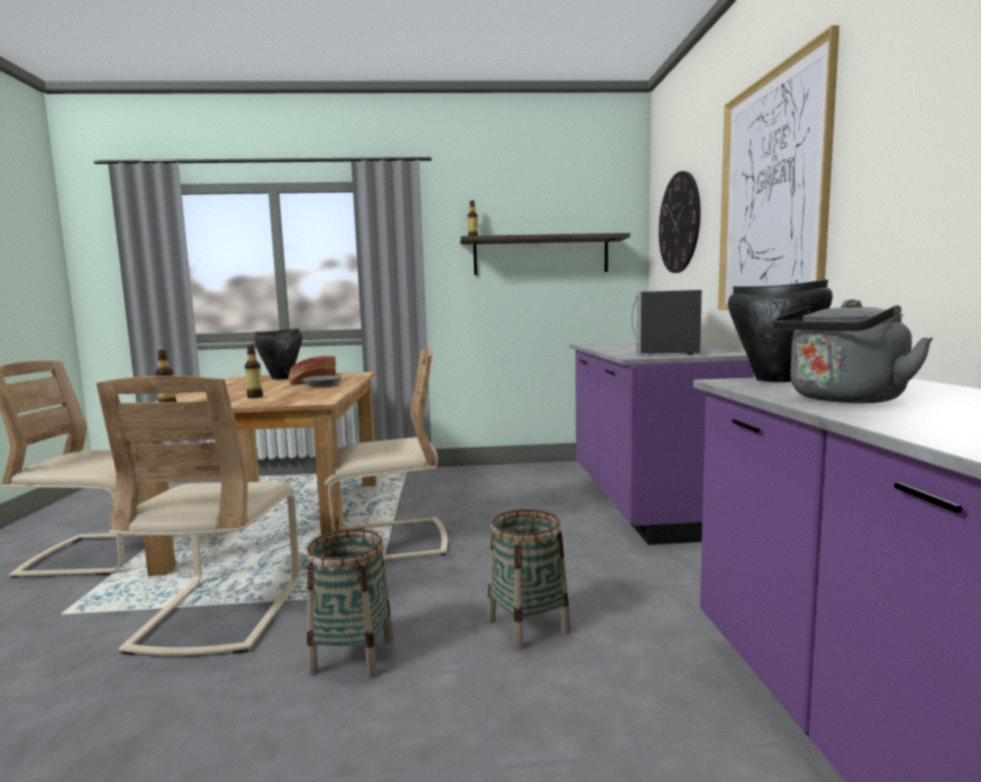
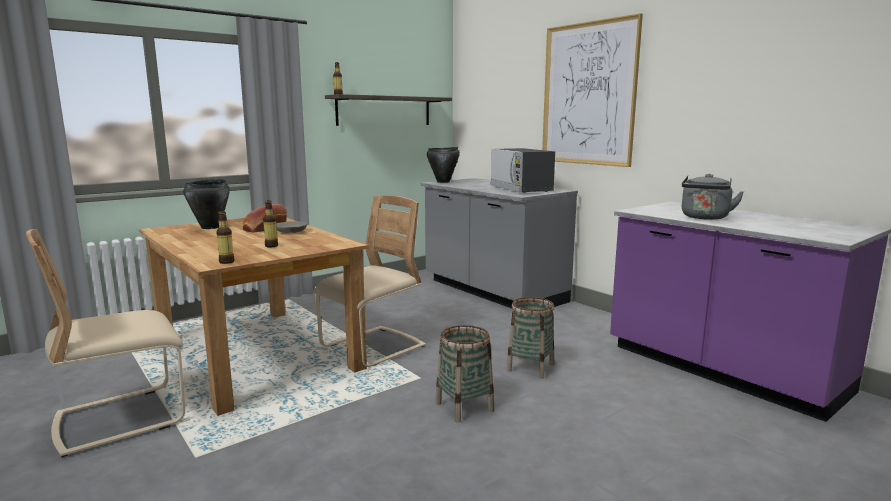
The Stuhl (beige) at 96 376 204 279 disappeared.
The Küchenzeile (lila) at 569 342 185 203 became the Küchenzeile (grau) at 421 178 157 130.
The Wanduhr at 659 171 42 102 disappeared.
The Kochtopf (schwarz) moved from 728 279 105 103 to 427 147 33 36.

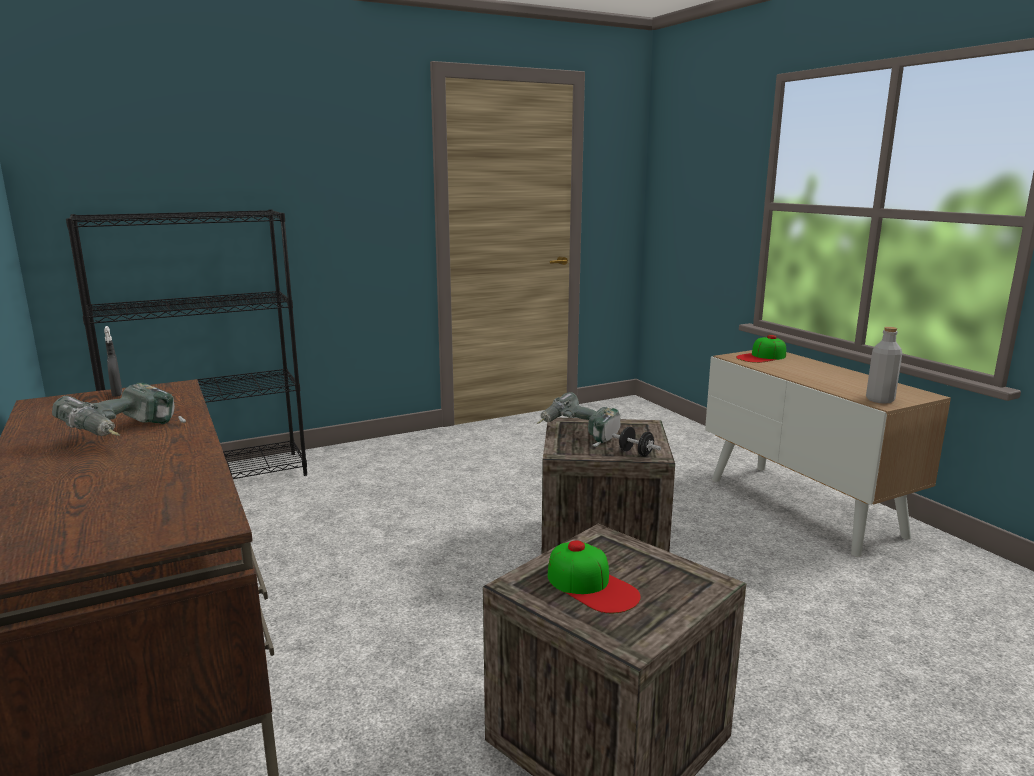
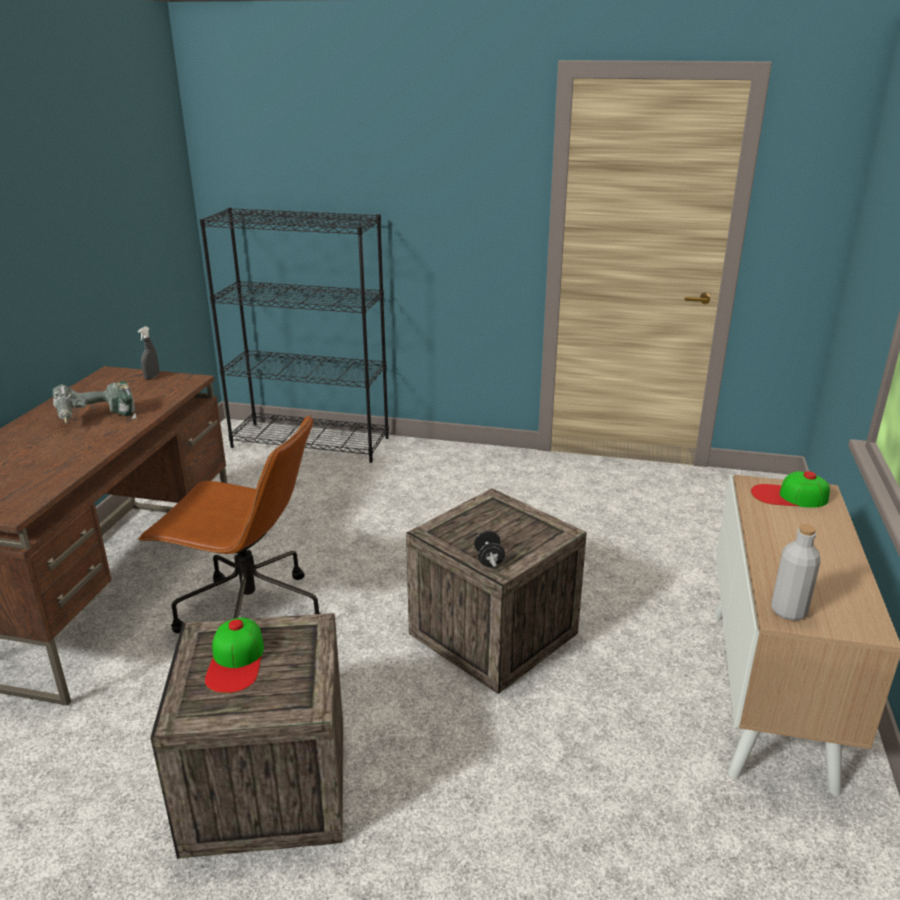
The Bohrmaschine at 537 392 84 55 disappeared.
The Bürostuhl (braun) at 138 414 182 219 appeared.

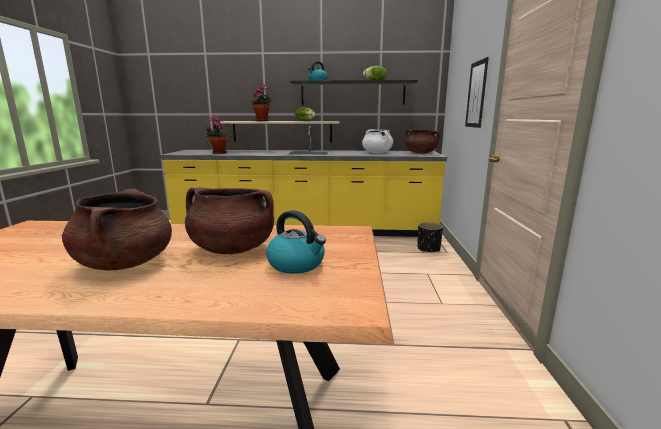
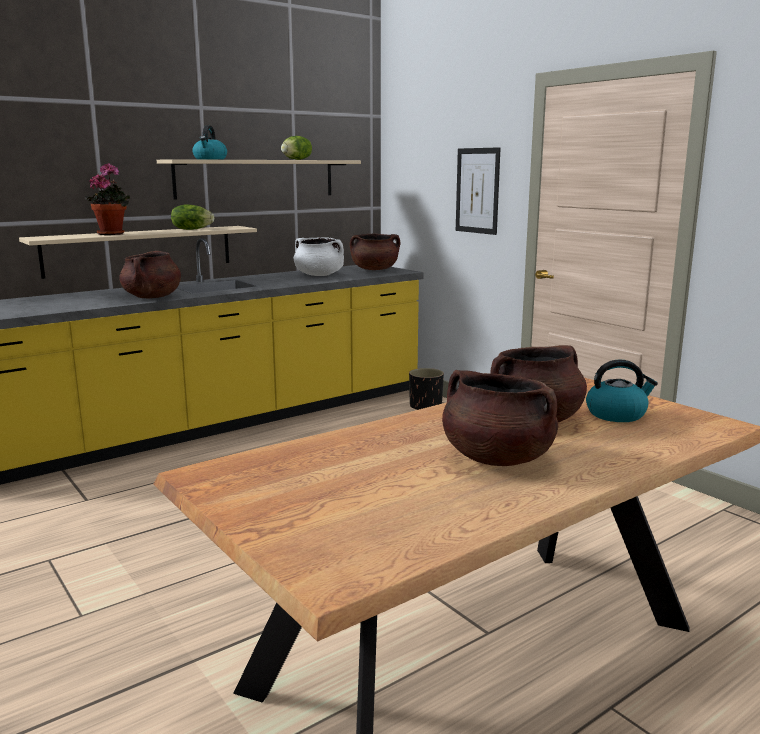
The Topfpflanze at 207 115 21 39 disappeared.
The Wandregal (schwarz) at 290 80 128 25 became the Wandregal (beige) at 157 159 204 41.
The Kochtopf (braun) at 119 251 62 47 appeared.

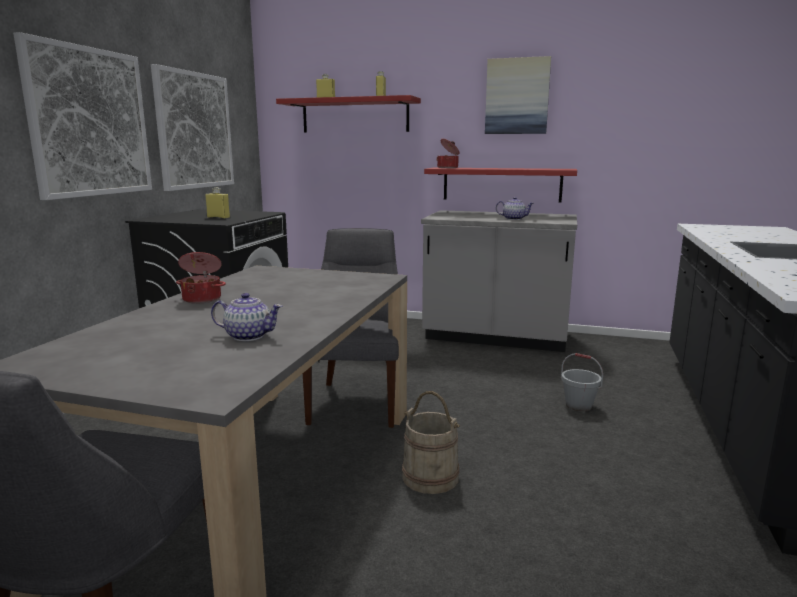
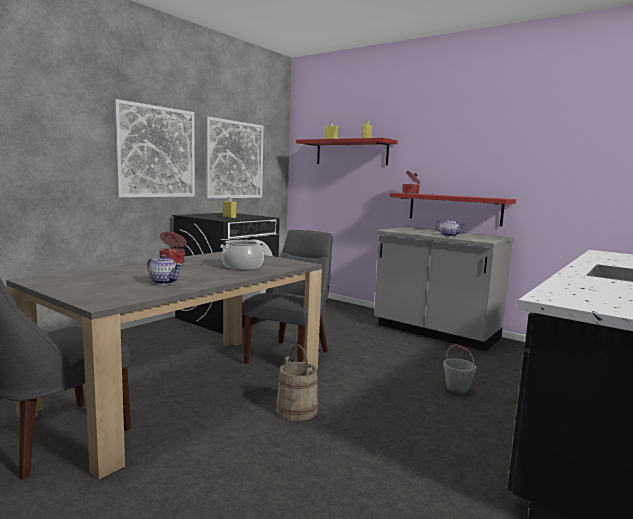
The Bild at 485 56 66 78 disappeared.
The Kochtopf at 221 240 44 30 appeared.

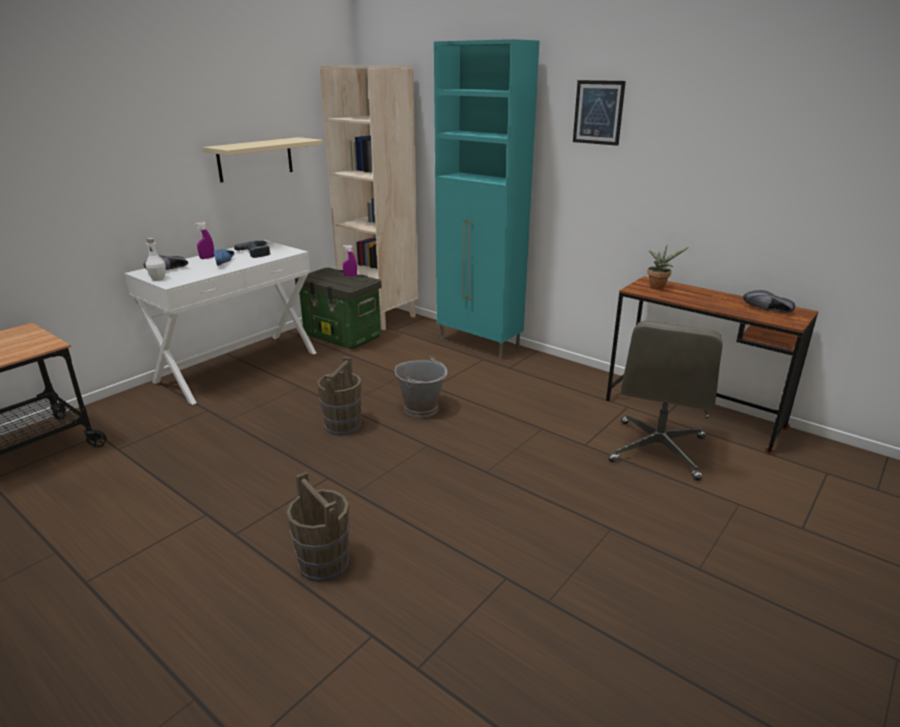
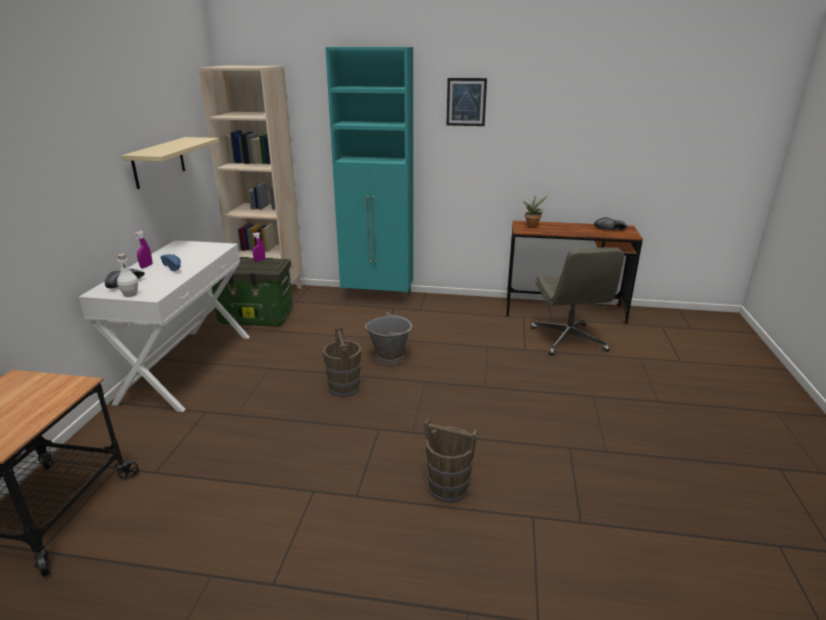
The Bohrmaschine at 234 241 37 17 disappeared.

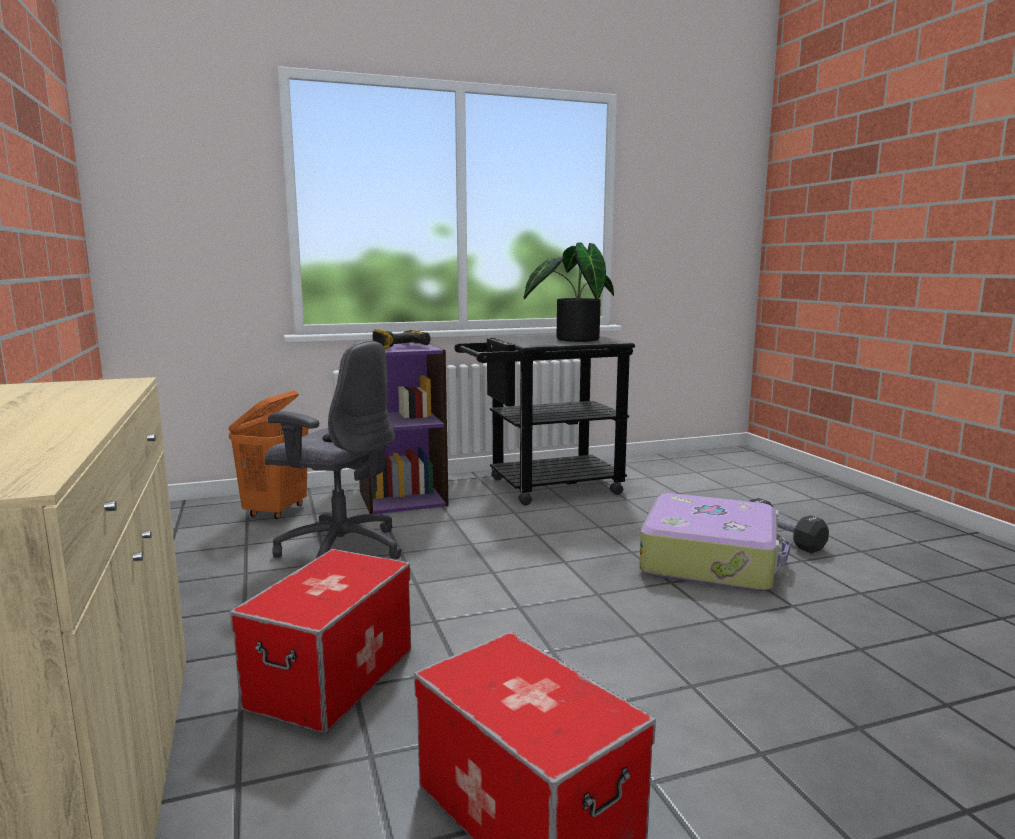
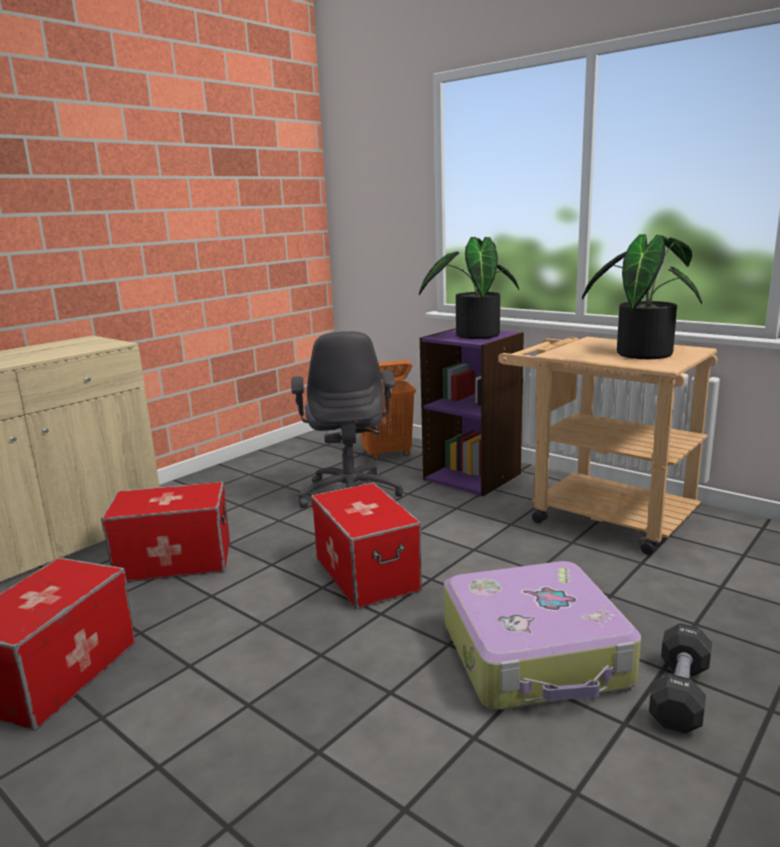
The Bohrmaschine at 373 329 58 21 was replaced by the Topfpflanze at 419 237 100 102.
The Rollwagen (schwarz) at 454 335 181 171 became the Rollwagen (beige) at 498 337 219 218.
The Aufbewahrungsbox at 311 483 111 126 appeared.

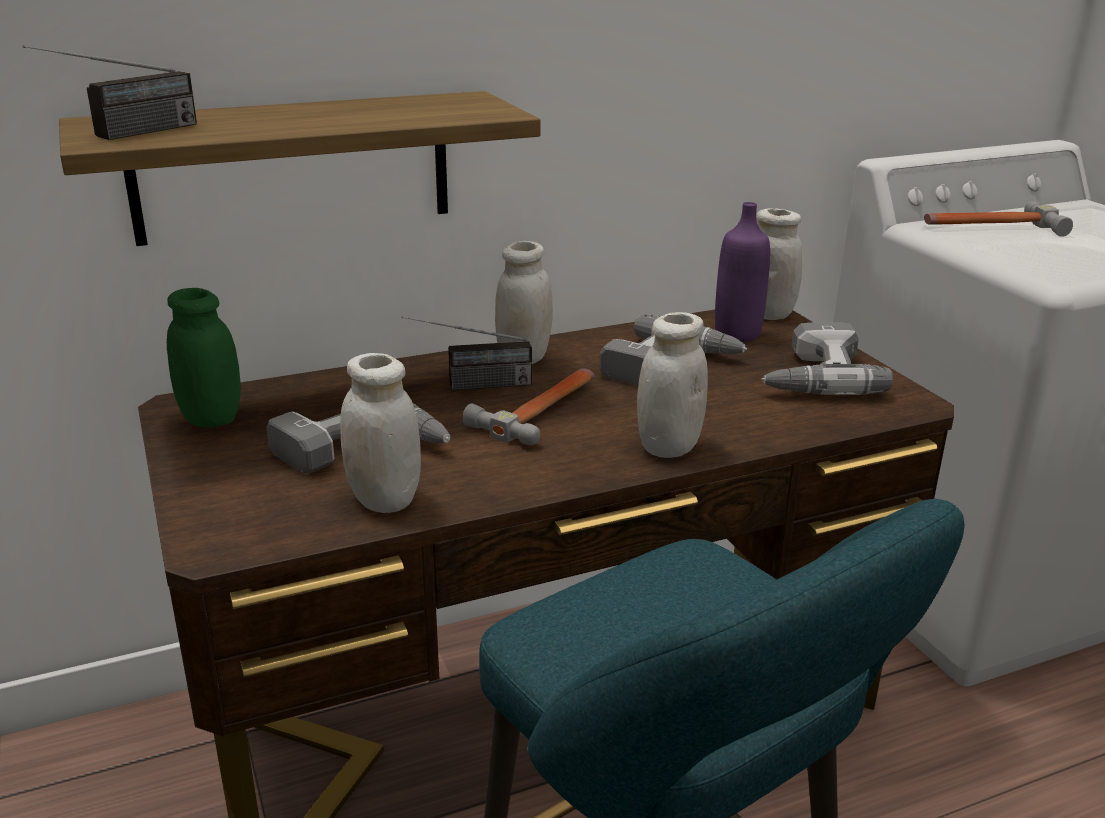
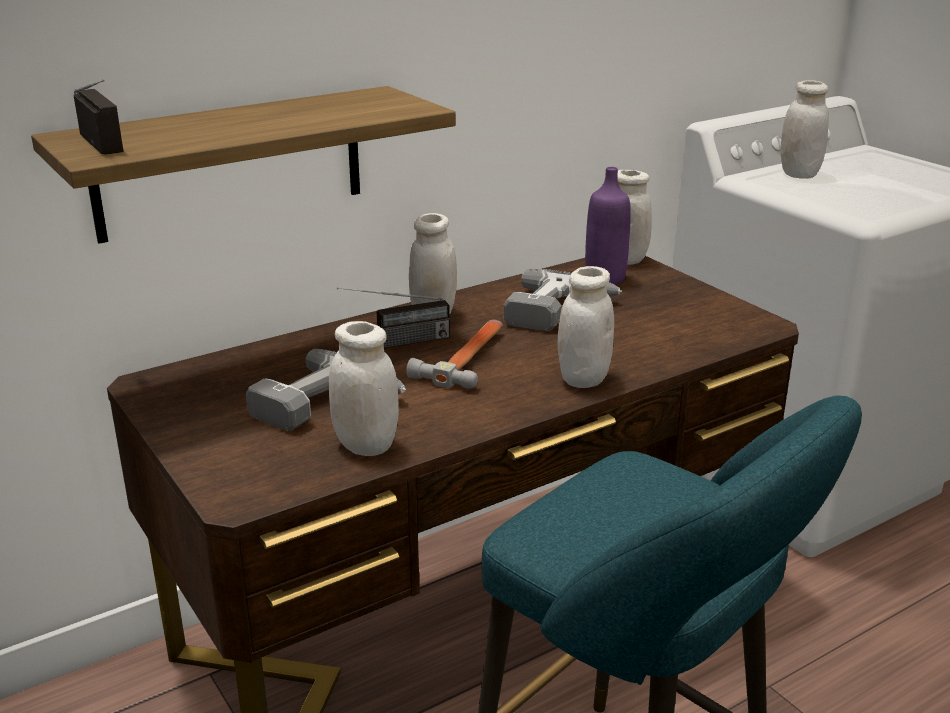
The Radio at 23 45 174 95 turned 60 degrees counterclockwise.
The Vorratsglas (grün) at 167 288 74 140 disappeared.
The Bohrmaschine at 761 323 132 72 disappeared.
The Hammer at 924 201 149 36 was replaced by the Vorratsglas (weiß) at 781 80 48 99.

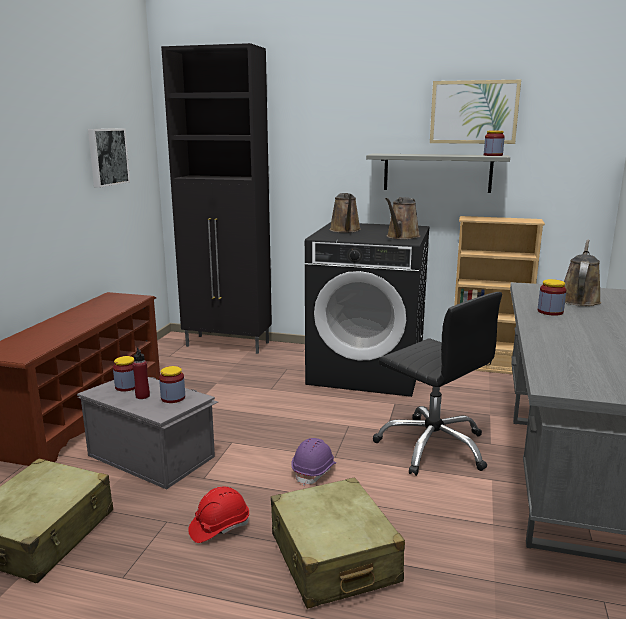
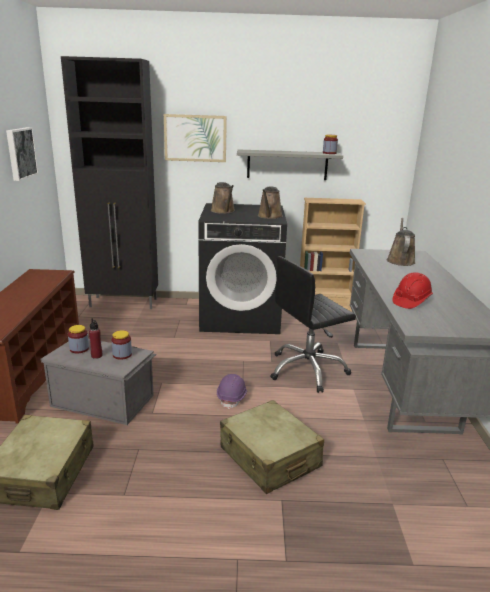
The Schutzhelm (rot) moved from 188 487 61 56 to 392 272 41 37.
The Bürostuhl (schwarz) at 373 292 129 184 turned 120 degrees clockwise.
The Bild moved from 430 80 91 64 to 164 114 63 48.
The Vorratsglas at 538 279 28 37 disappeared.

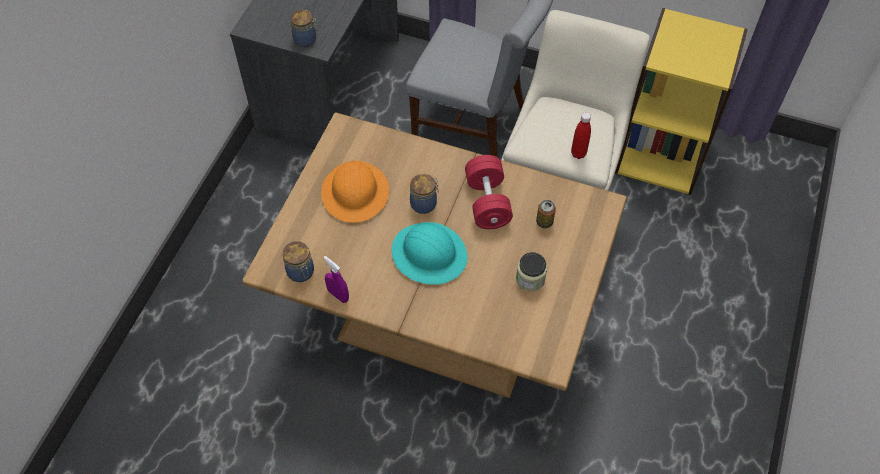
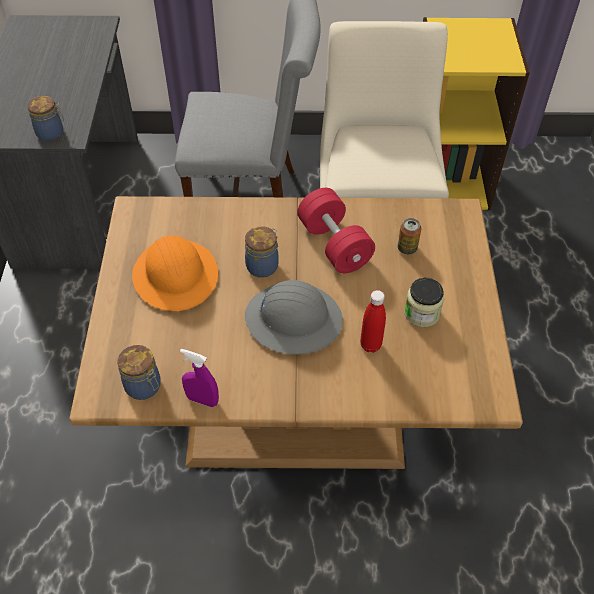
The Schutzhelm (türkis) at 392 222 75 63 became the Schutzhelm (grau) at 245 280 98 74.
The Flasche (rot) moved from 571 112 20 47 to 360 290 26 63.

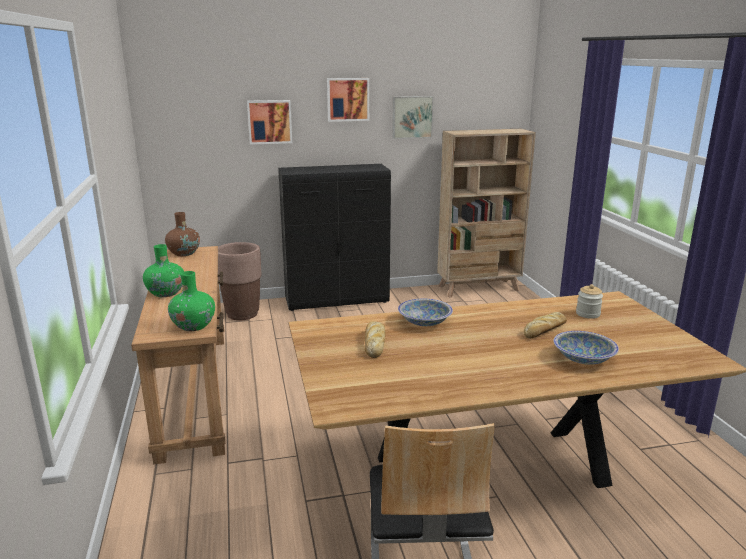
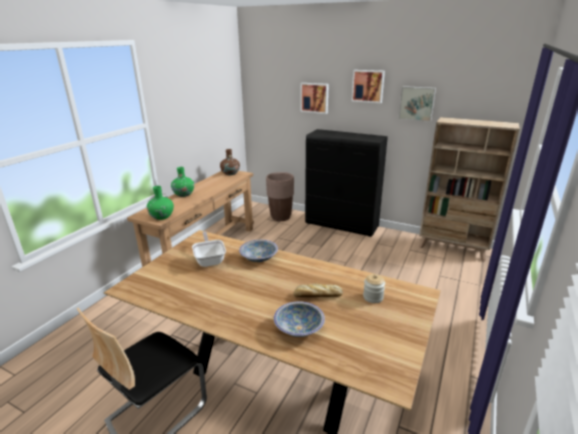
The Brot at 365 321 20 37 was replaced by the Pfanne at 192 232 34 35.

